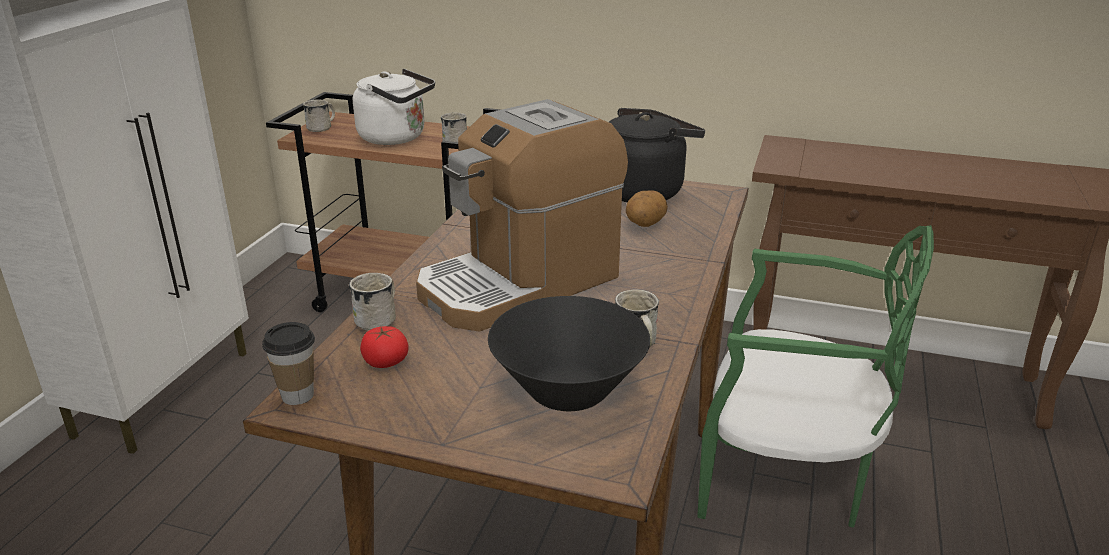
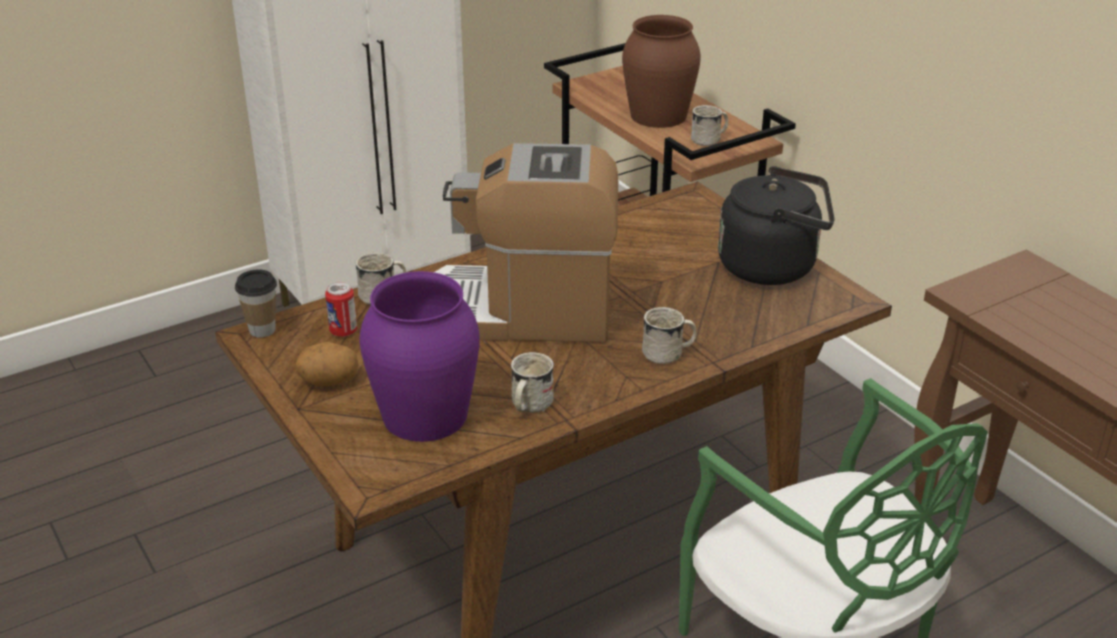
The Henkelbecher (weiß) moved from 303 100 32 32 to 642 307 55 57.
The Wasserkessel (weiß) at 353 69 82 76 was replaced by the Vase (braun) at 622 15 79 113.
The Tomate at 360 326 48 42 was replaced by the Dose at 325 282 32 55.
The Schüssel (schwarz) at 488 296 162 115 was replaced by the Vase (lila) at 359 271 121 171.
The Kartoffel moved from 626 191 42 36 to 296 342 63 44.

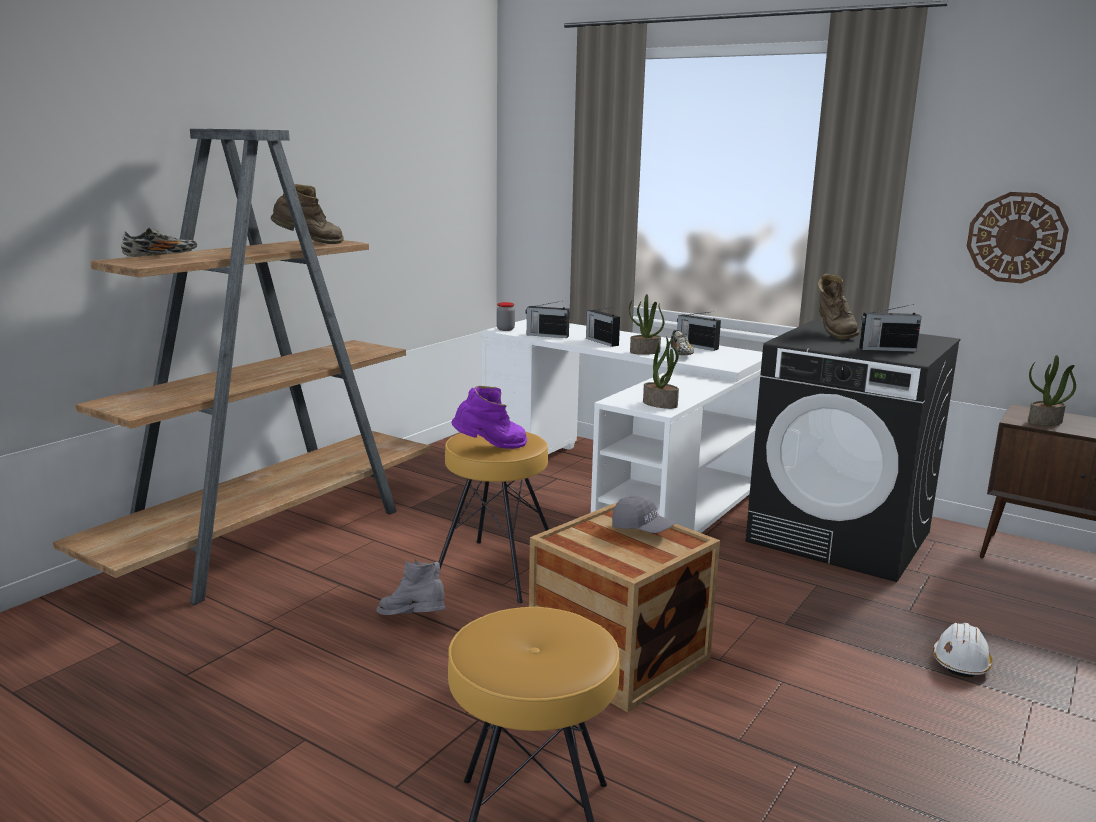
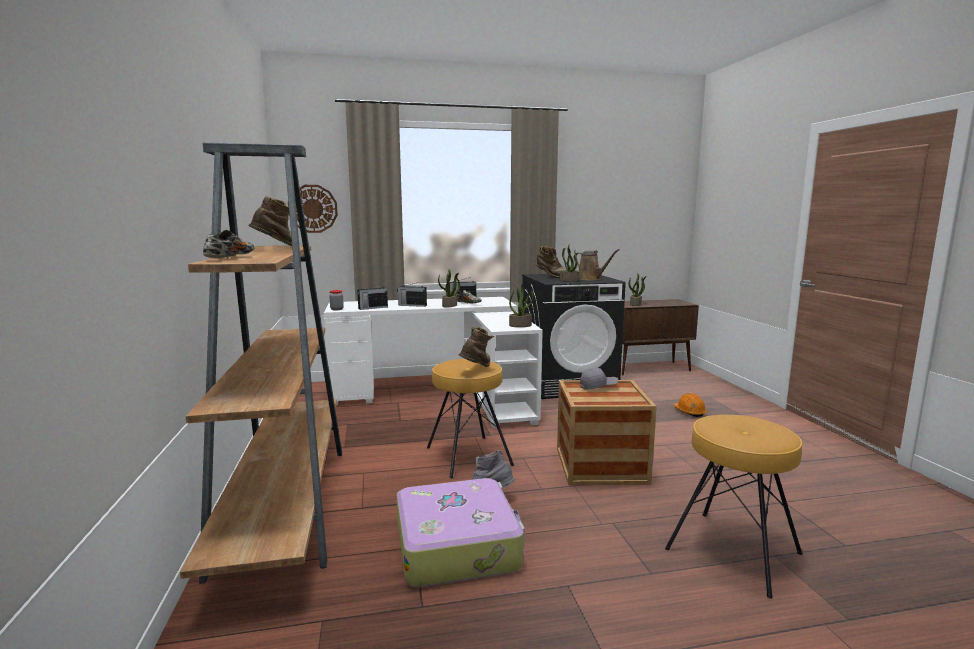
The Stiefel (lila) at 451 386 76 63 became the Stiefel (braun) at 459 327 35 40.
The Radio at 859 304 63 48 was replaced by the Gießkanne (braun) at 574 249 46 31.
The Schutzhelm (weiß) at 933 623 59 54 became the Schutzhelm (orange) at 674 393 33 24.
The Wanduhr moved from 967 192 102 91 to 288 185 50 48.
The Koffer at 397 478 128 109 appeared.
The Topfpflanze at 560 244 20 38 appeared.

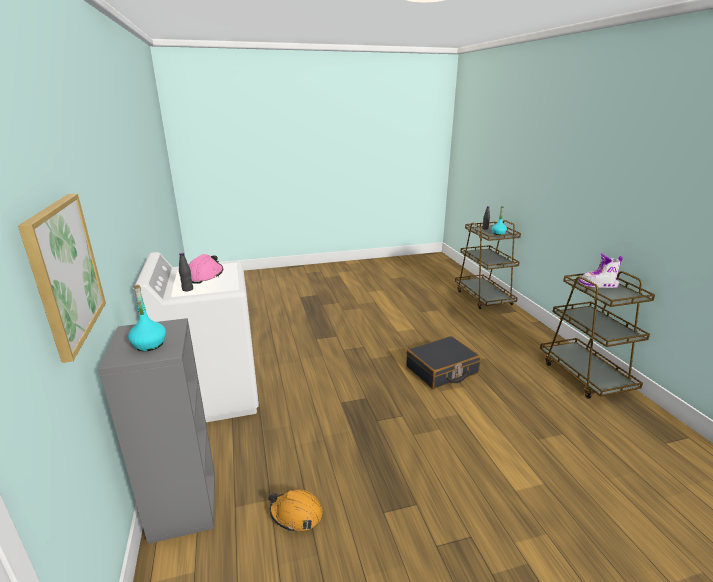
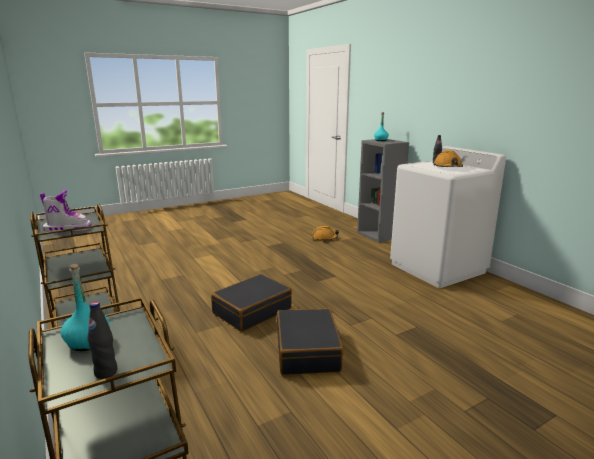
The Bild at 18 194 88 169 disappeared.
The Schutzhelm (rosa) at 189 254 34 30 became the Schutzhelm (orange) at 433 150 30 17.
The Koffer (schwarz) at 277 308 67 67 appeared.

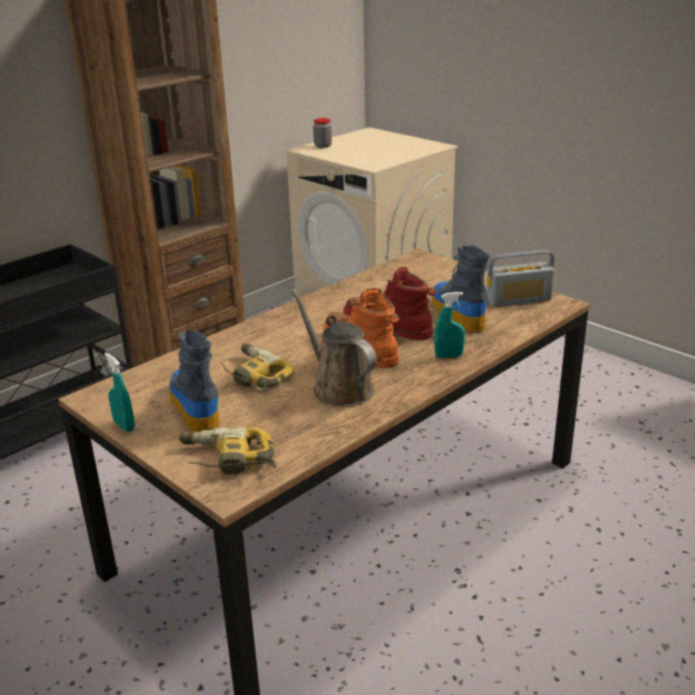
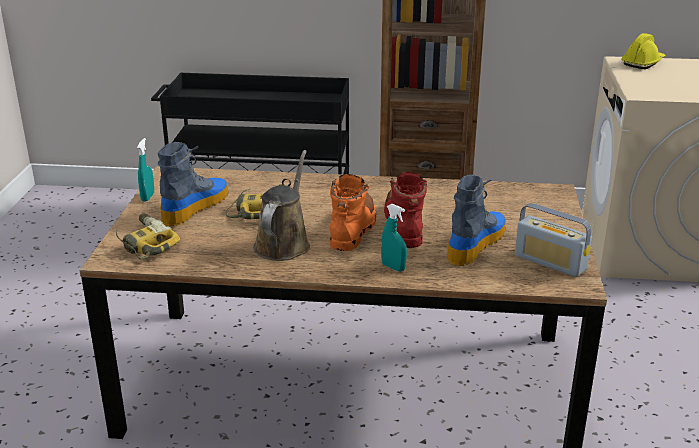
The Vorratsglas at 313 118 19 30 was replaced by the Schutzhelm (gelb) at 621 33 45 36.

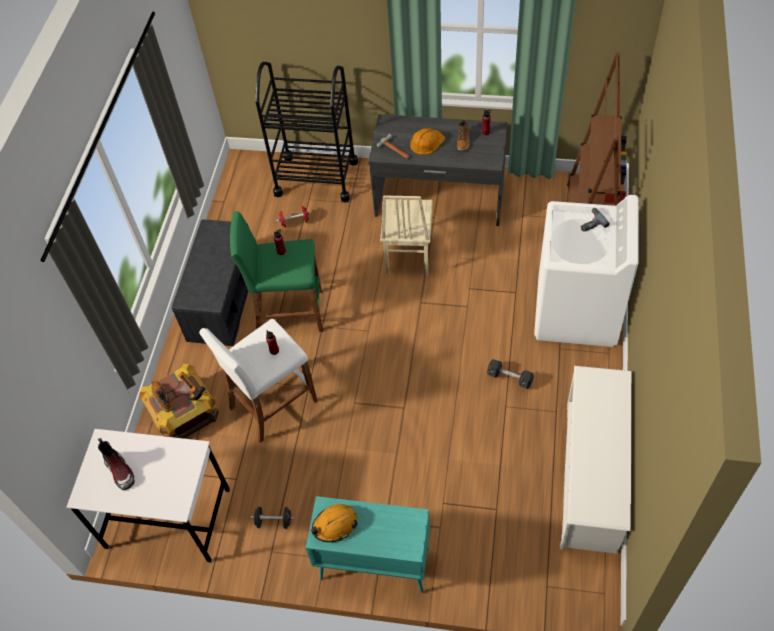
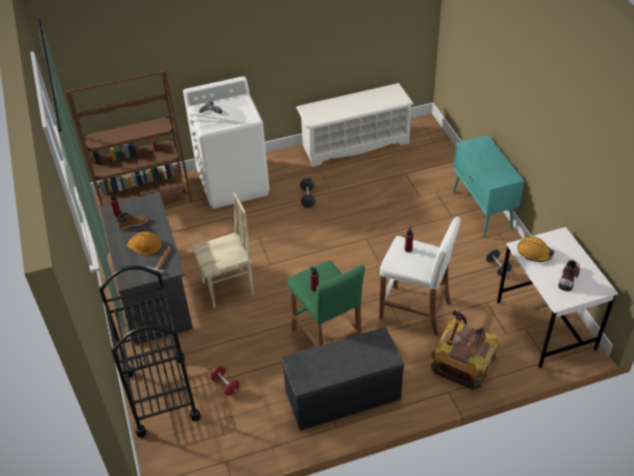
The Schutzhelm (orange) moved from 310 504 48 38 to 517 236 38 26.

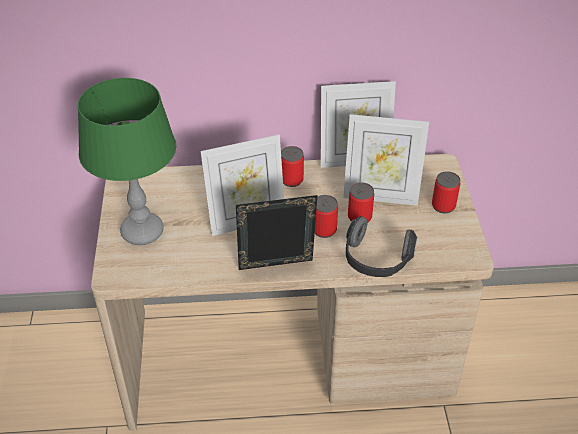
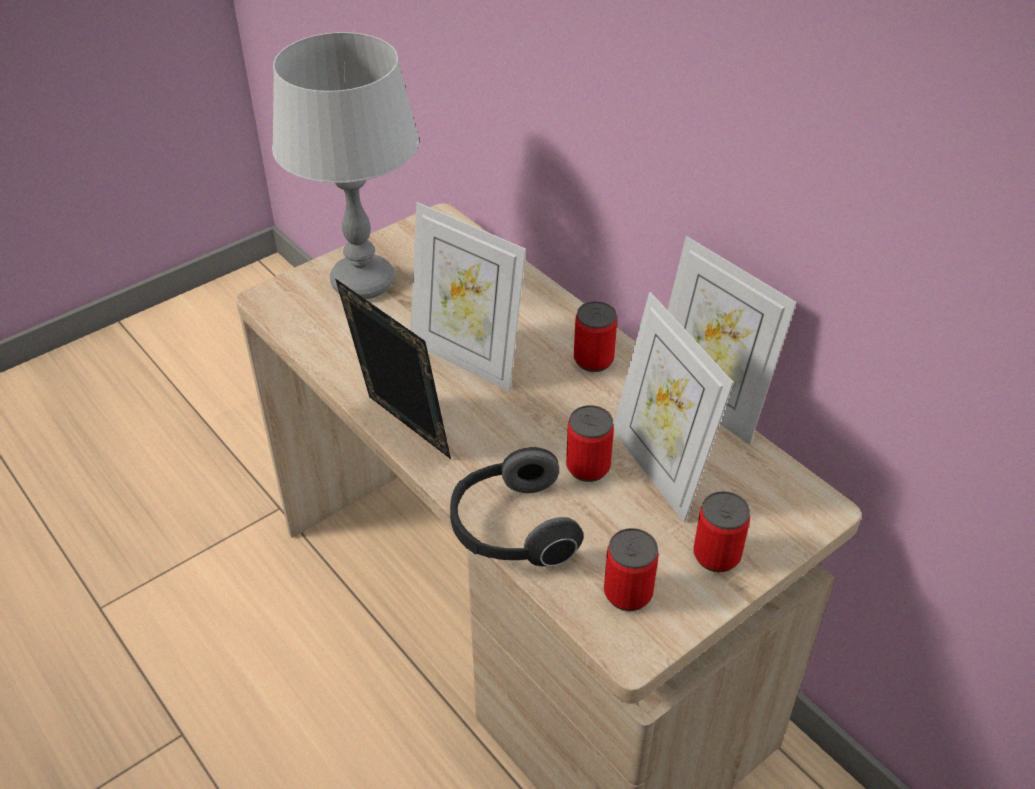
The Tischlampe (grün) at 78 78 98 167 became the Tischlampe (grau) at 272 32 147 267.
The Dose moved from 315 195 23 43 to 604 528 55 83.

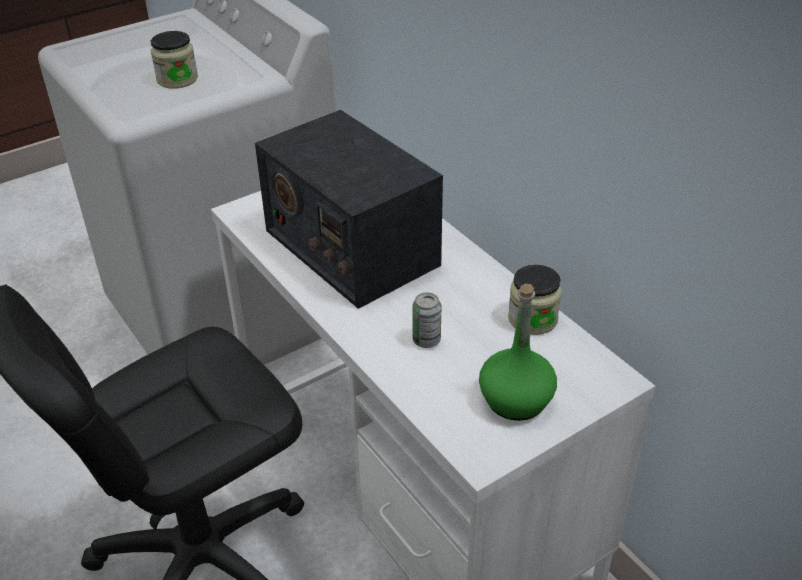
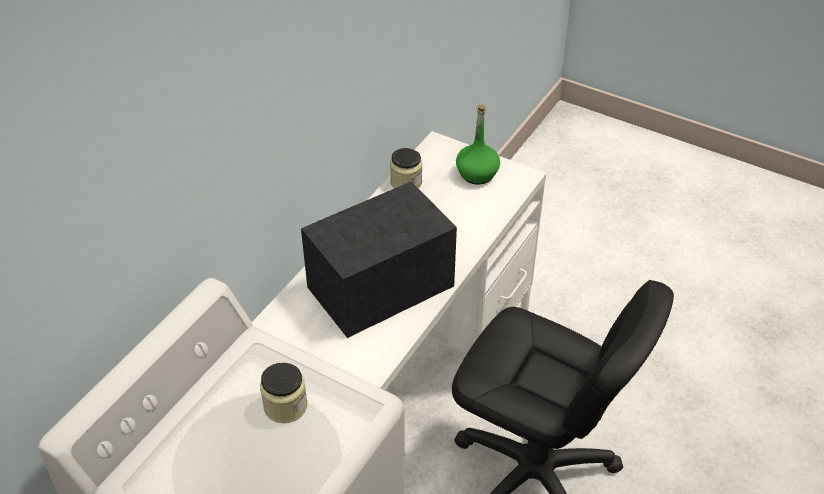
The Radio at 255 110 188 199 turned 150 degrees counterclockwise.
The Dose at 412 292 29 56 disappeared.

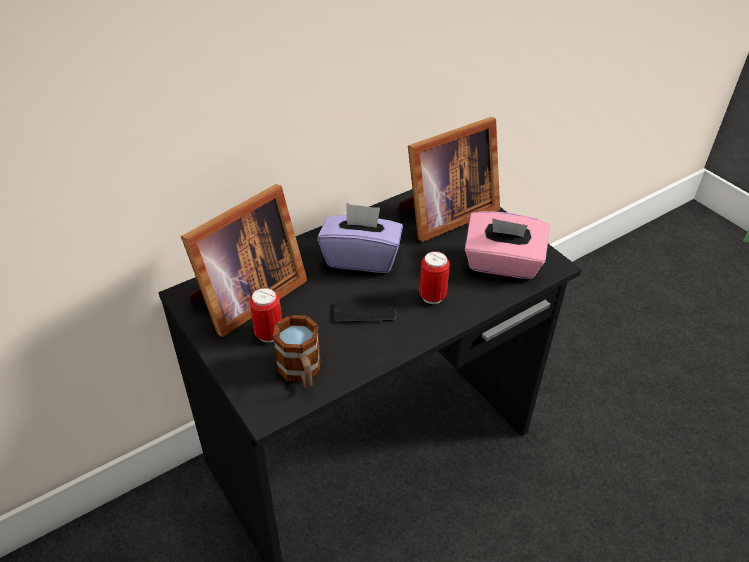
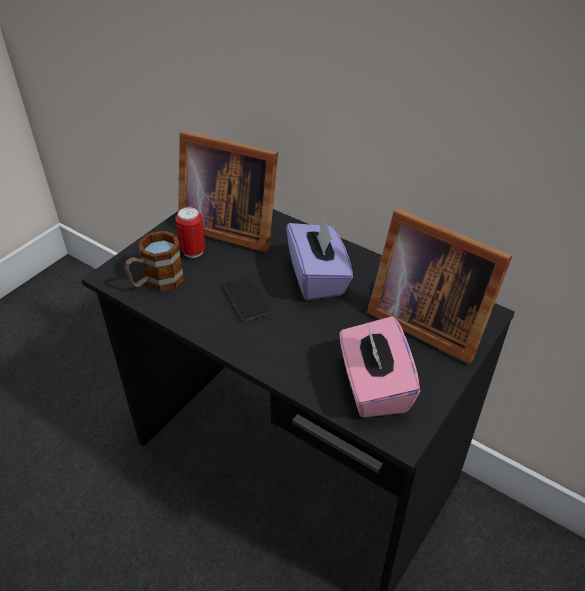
The Dose at 419 251 31 53 disappeared.

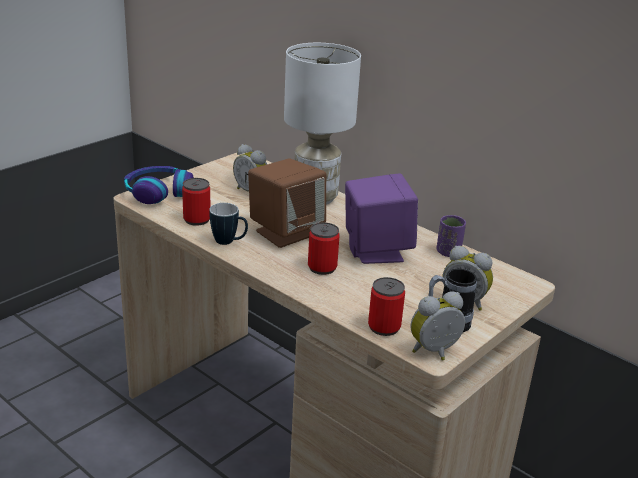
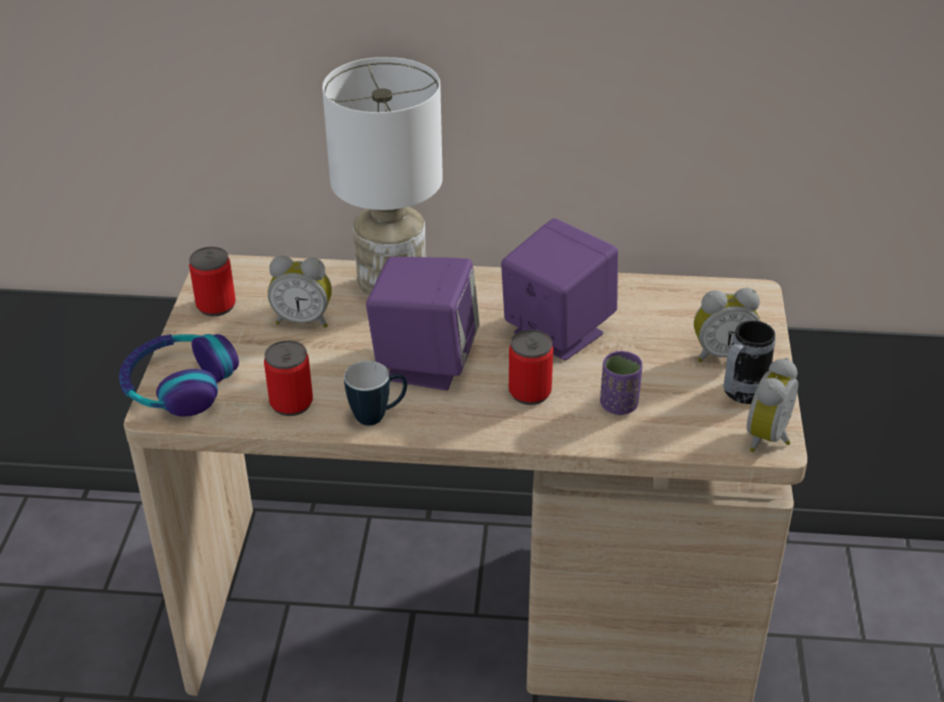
The Lautsprecher (braun) at 248 159 78 89 became the Lautsprecher (lila) at 366 257 114 133.
The Dose moved from 368 277 37 59 to 189 247 47 69.
The Tasse (lila) moved from 437 215 29 42 to 600 351 43 64.

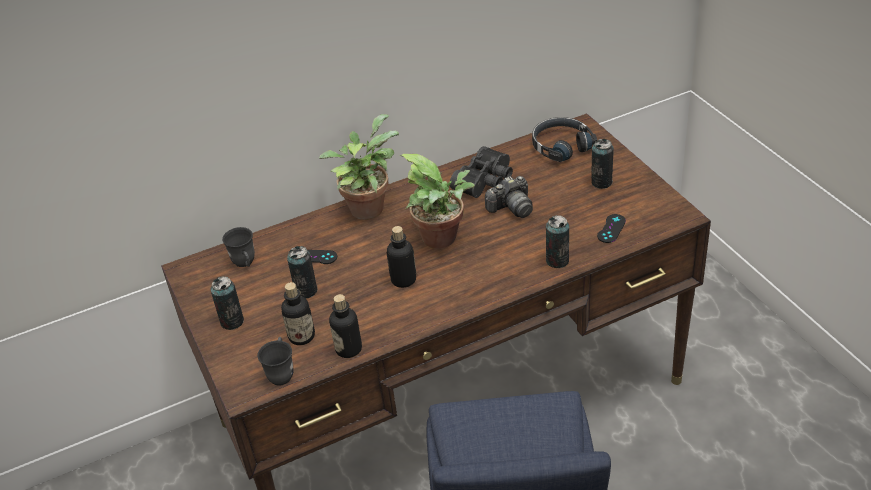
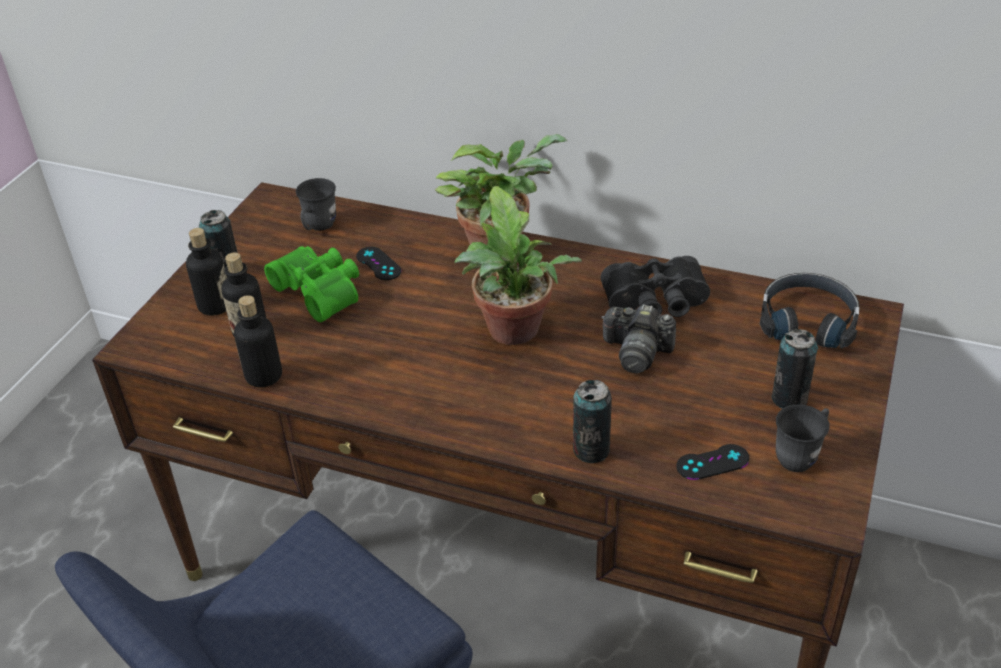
The Henkelbecher (grau) moved from 258 337 35 49 to 776 404 54 68.
The Dose at 287 246 31 53 was replaced by the Fernglas (grün) at 264 246 95 76.
The Flasche moved from 386 226 31 62 to 186 228 41 88.

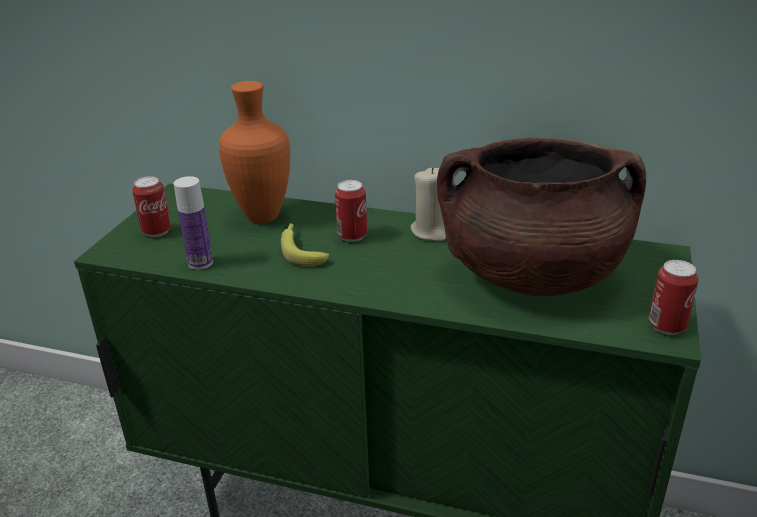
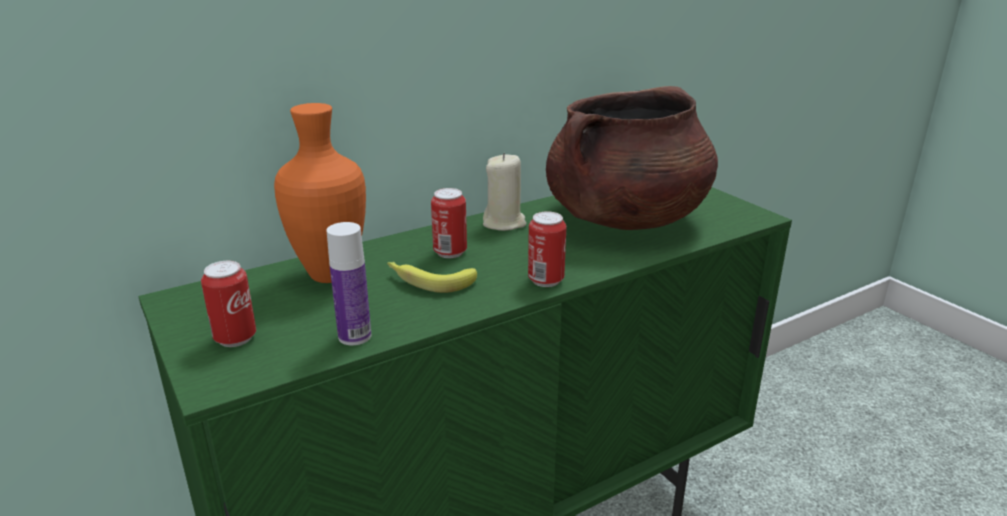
The Dose moved from 649 260 50 75 to 528 211 38 76.

